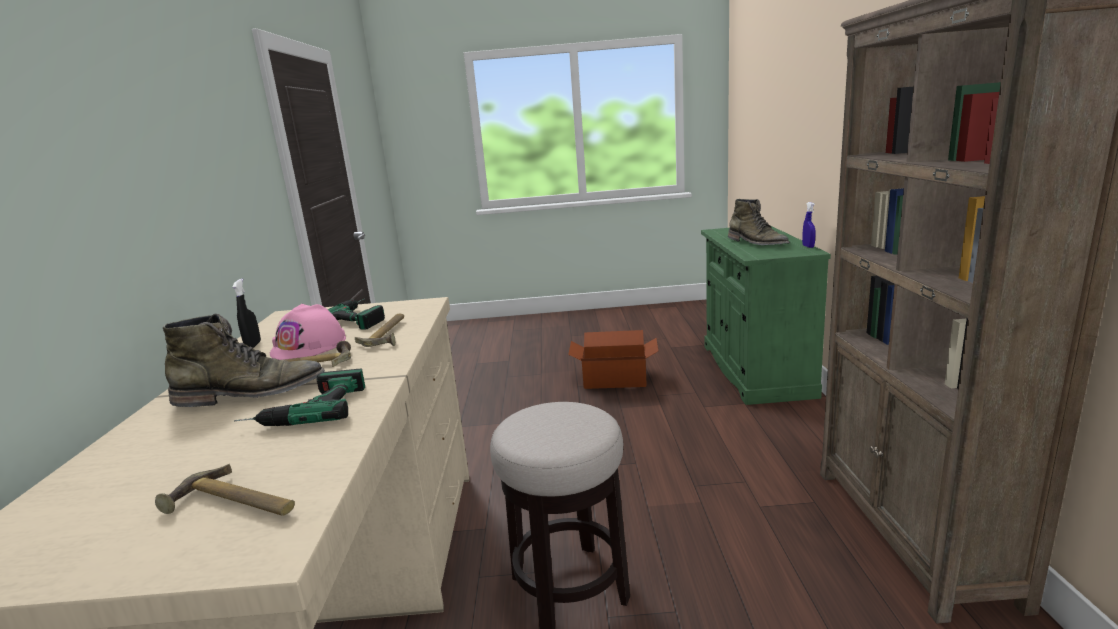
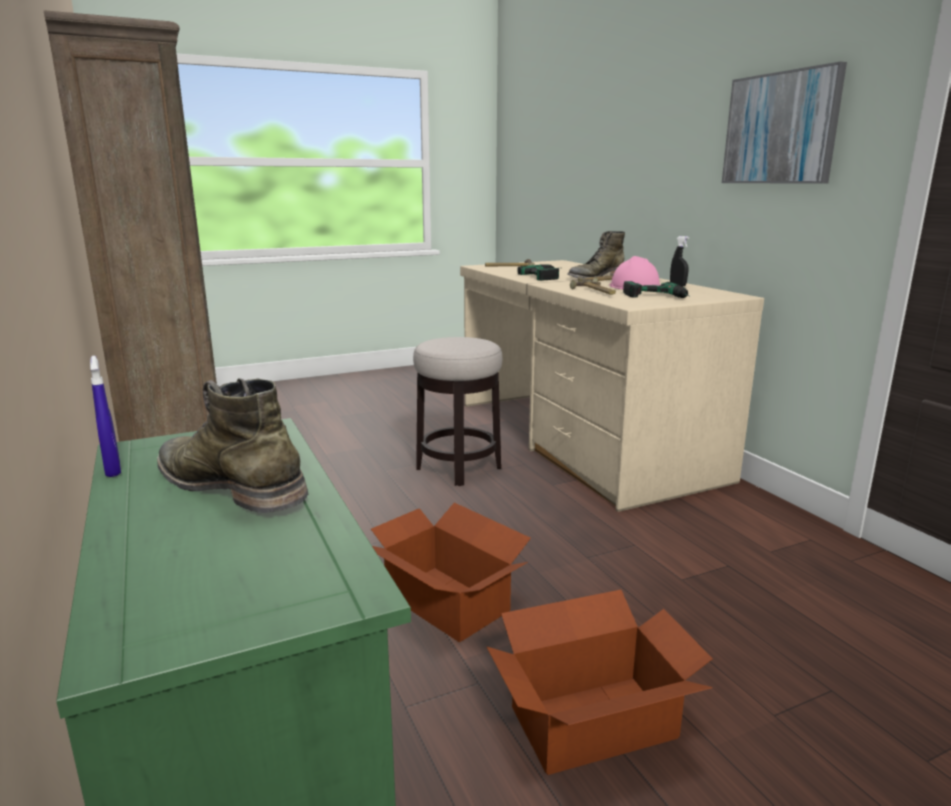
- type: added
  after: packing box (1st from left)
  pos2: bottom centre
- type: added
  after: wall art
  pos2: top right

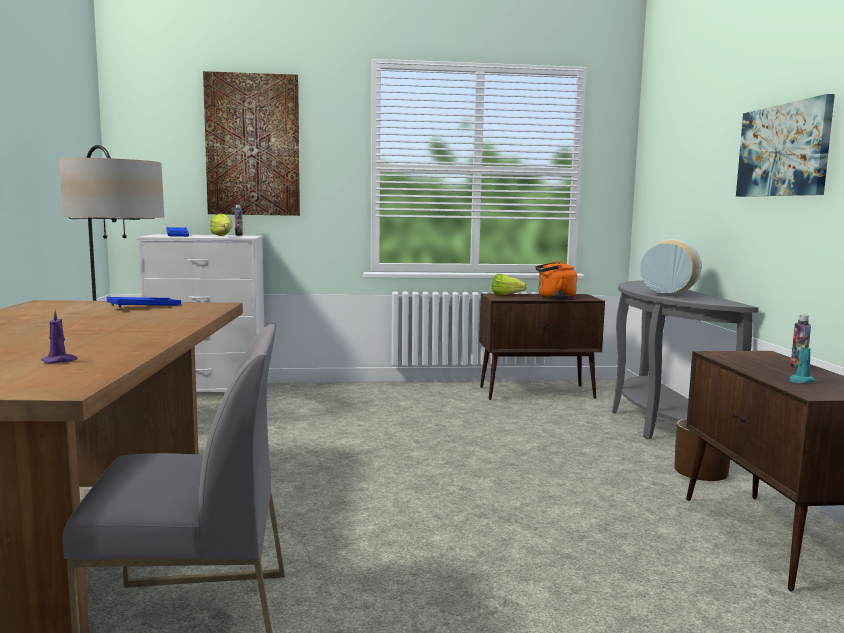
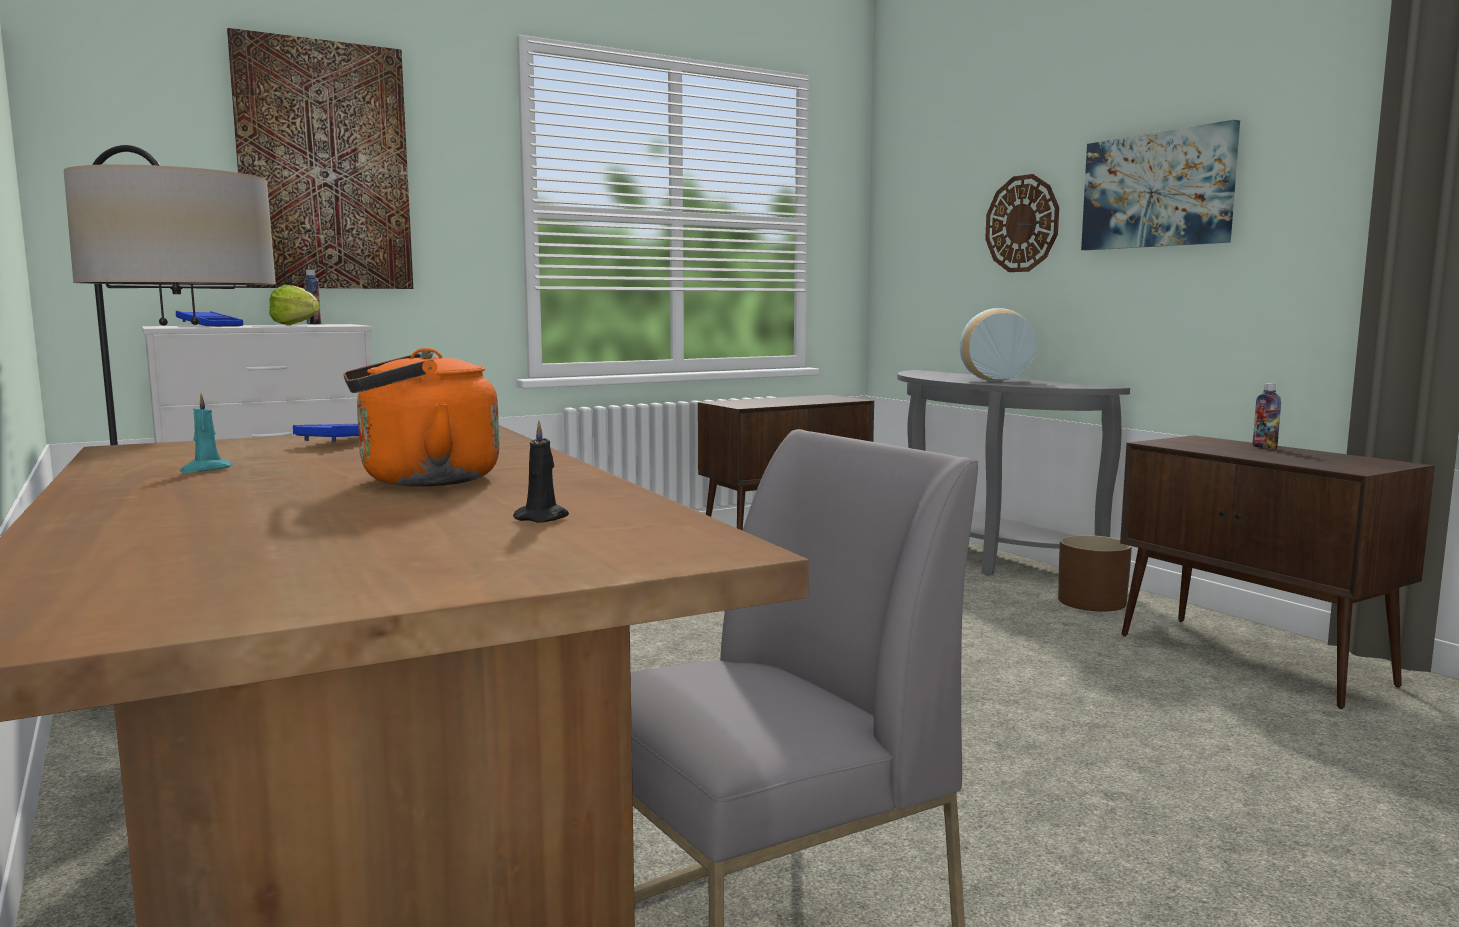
- type: removed
  before: lettuce head (2nd from left)
  pos1: centre
- type: added
  after: wall clock
  pos2: top right
- type: moved
  before: orange tea kettle
  pos1: centre
  pos2: middle left
- type: moved
  before: turquoise-coloured candle
  pos1: middle right
  pos2: middle left
- type: recoloured
  before: purple candle
  after: blackish candle
  pos1: middle left
  pos2: centre

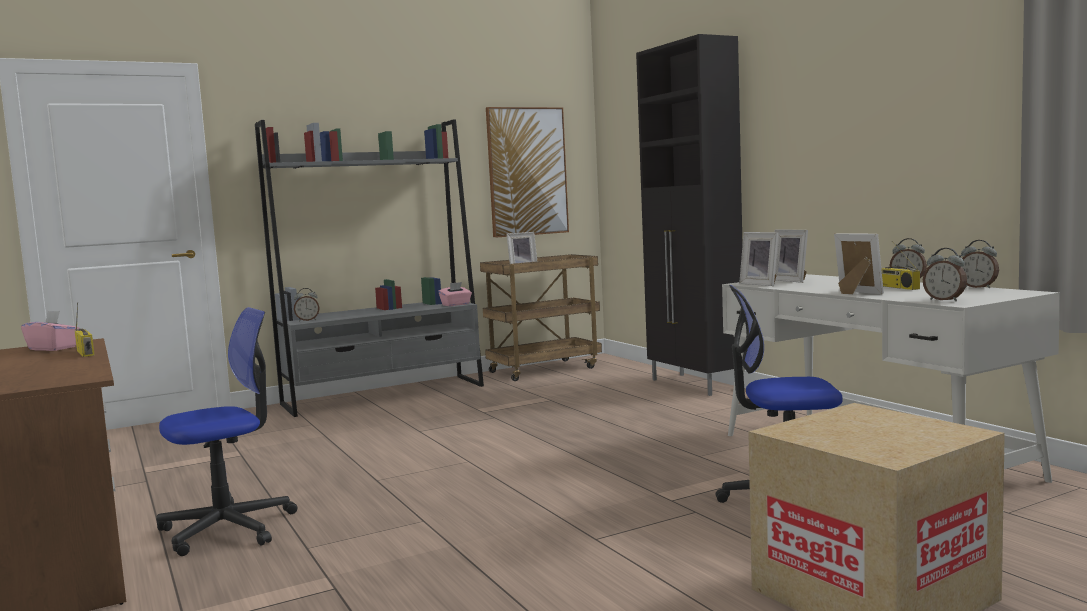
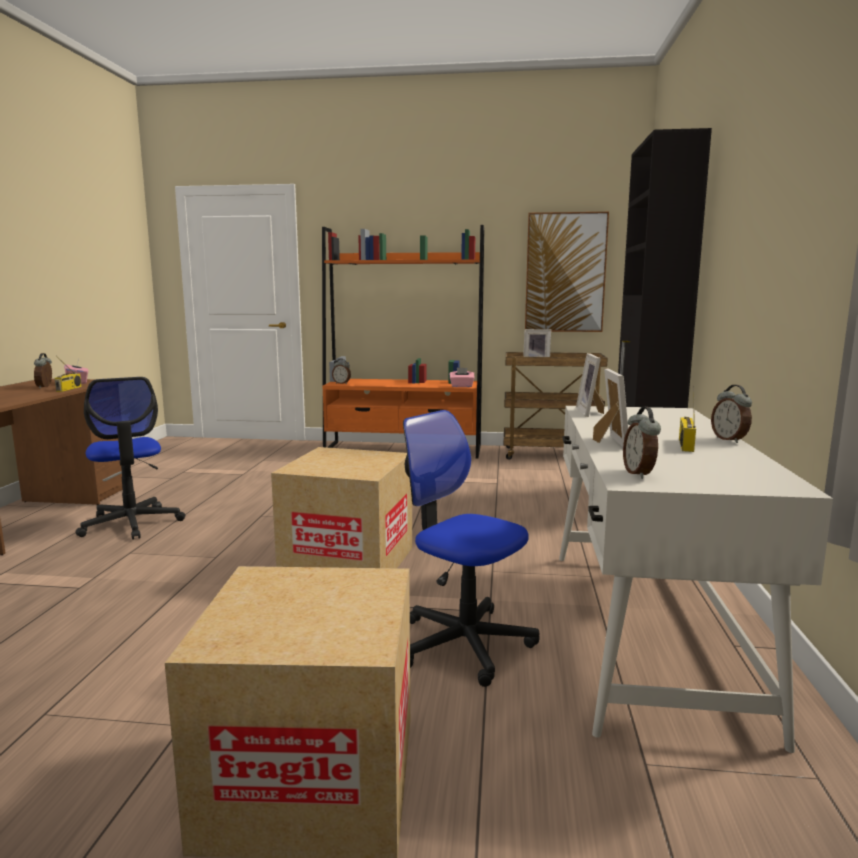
- type: removed
  before: standing frame (3rd from left)
  pos1: middle right
- type: added
  after: packing box (2nd from left)
  pos2: centre
- type: moved
  before: table clock (4th from left in the first image)
  after: table clock (1st from left)
  pos1: middle right
  pos2: middle left
- type: recoloured
  before: greyish shelving unit
  after: orange shelving unit
  pos1: centre
  pos2: centre
- type: turned
  before: computer chair (1st from left)
  pos1: bottom left
  pos2: middle left
  turn: 60

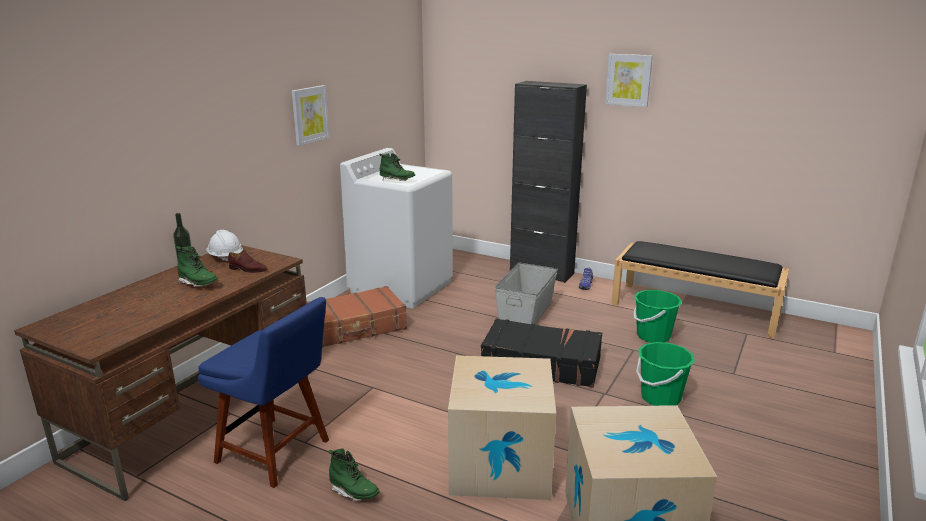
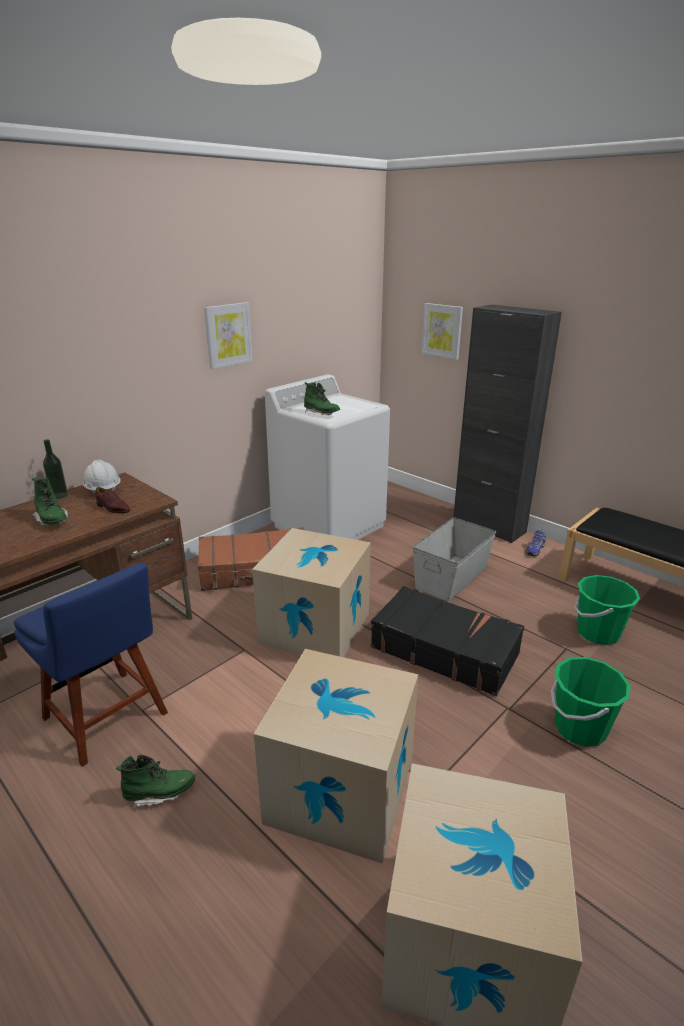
- type: added
  after: packing box (1st from left)
  pos2: centre
- type: moved
  before: wall art (2nd from left)
  pos1: top right
  pos2: top centre
- type: turned
  before: green-coloured high-top boot (2nd from left)
  pos1: bottom centre
  pos2: bottom left
  turn: -60

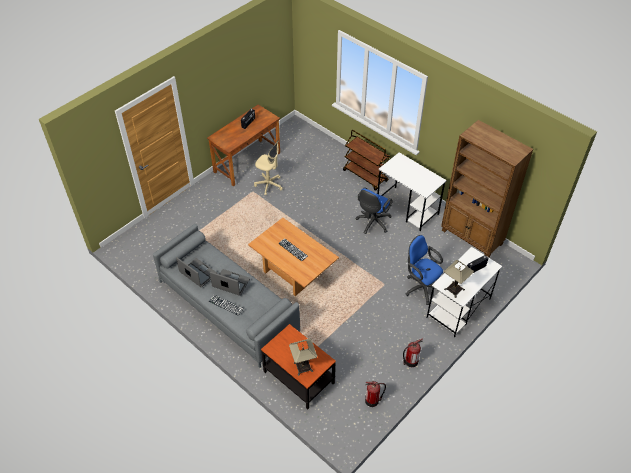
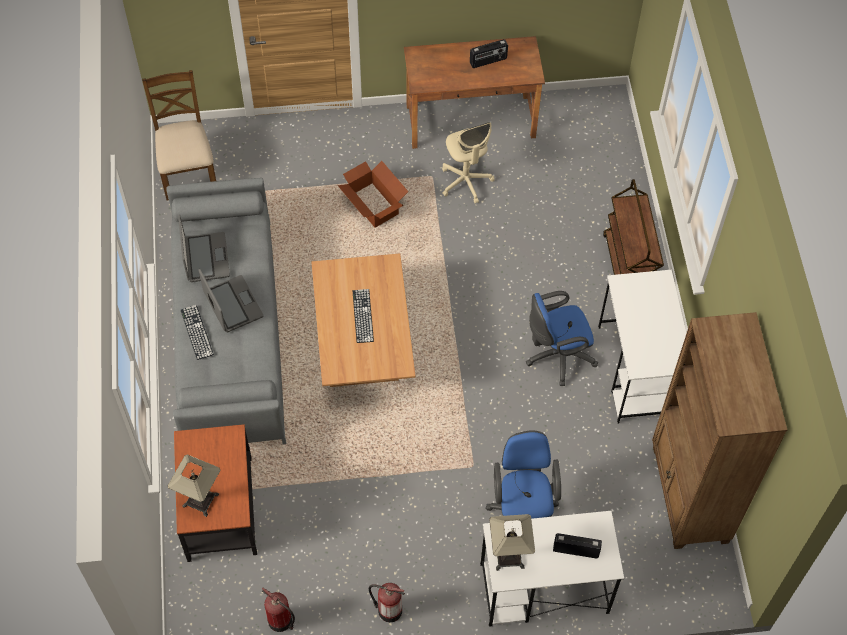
- type: added
  after: brownish plain chair
  pos2: top left
- type: added
  after: packing box
  pos2: top centre

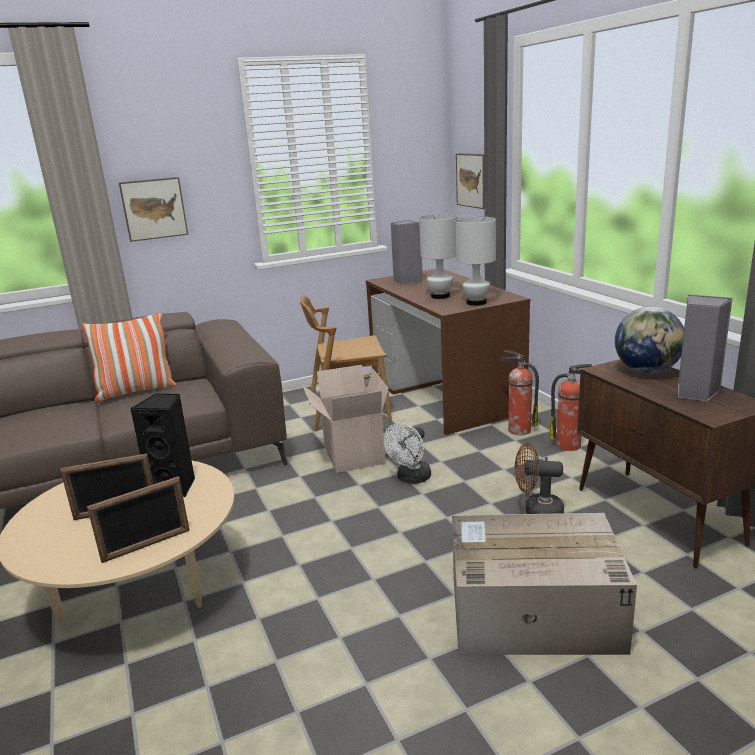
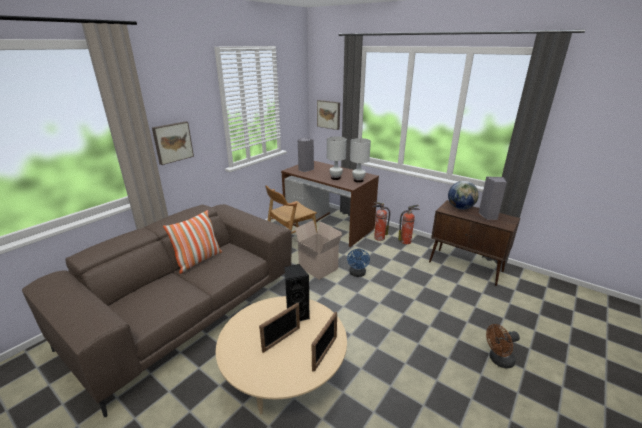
- type: removed
  before: packing box (2nd from left)
  pos1: bottom right
- type: moved
  before: brownish cooling fan
  pos1: middle right
  pos2: bottom right
- type: recoloured
  before: white-coloured cooling fan
  after: blue cooling fan
  pos1: centre
  pos2: centre

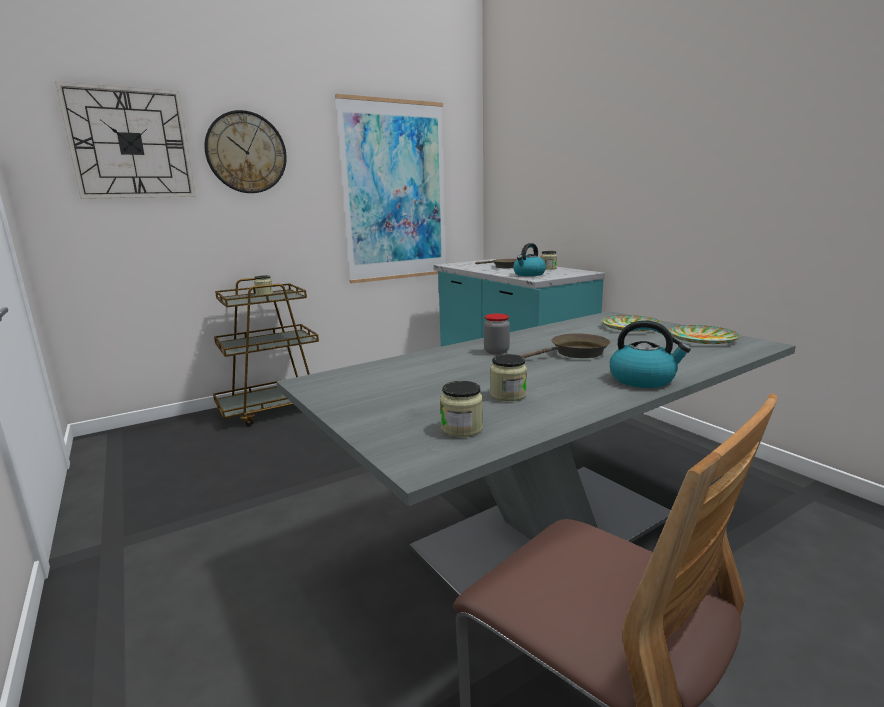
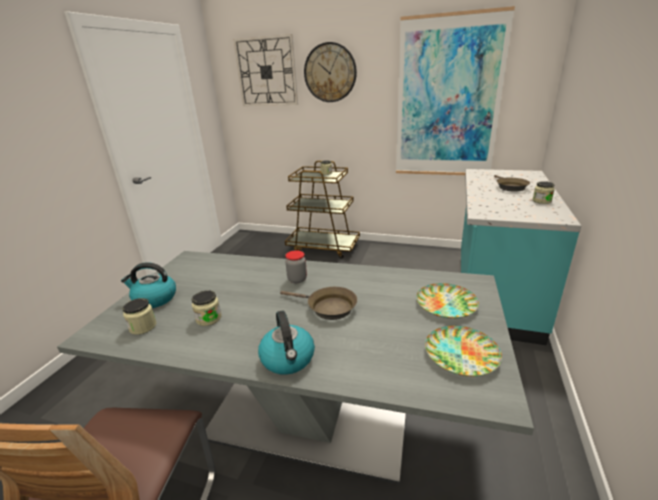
- type: moved
  before: tea kettle (1st from left)
  pos1: centre
  pos2: middle left

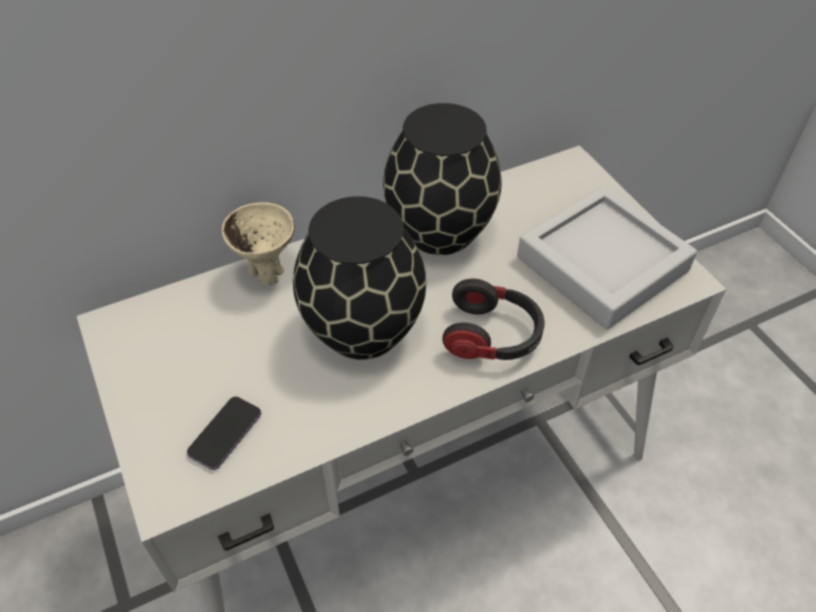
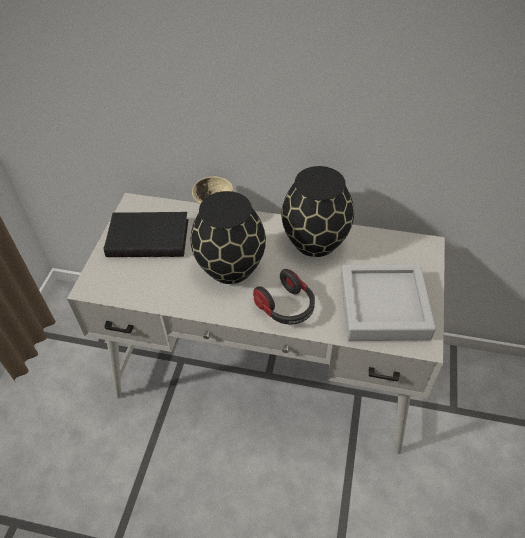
- type: removed
  before: handset
  pos1: bottom left
- type: added
  after: blackish volume
  pos2: middle left

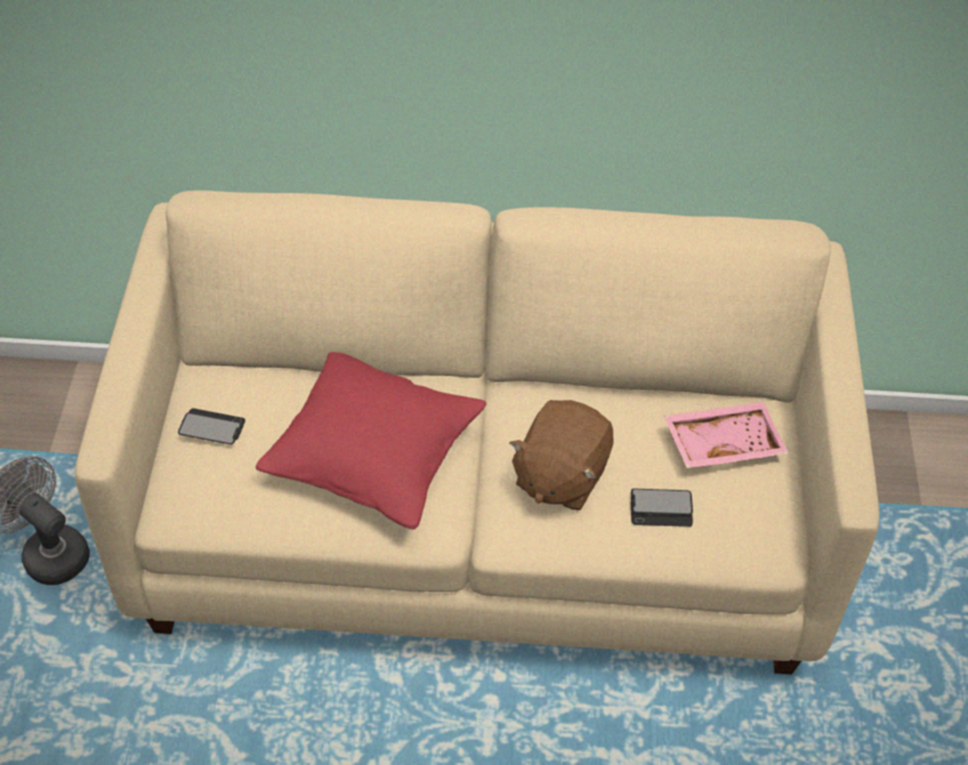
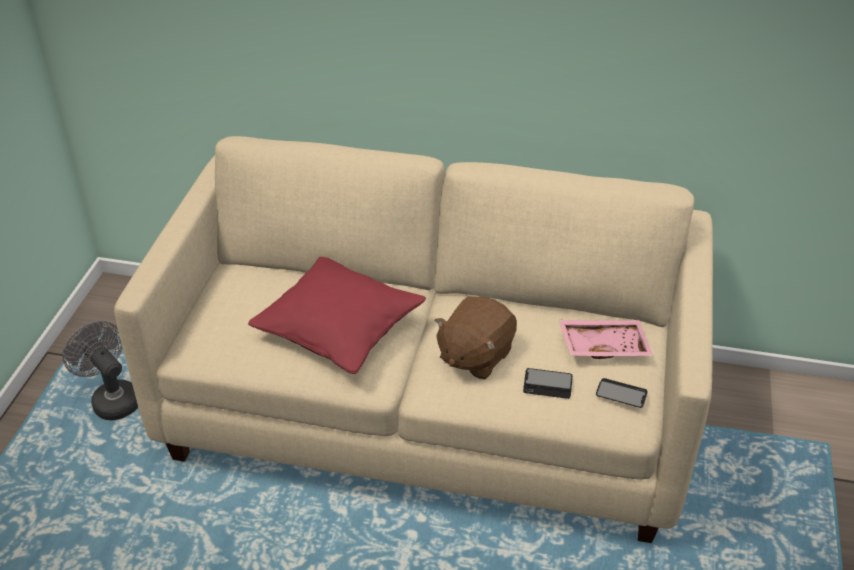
- type: moved
  before: handset (1st from left in the first image)
  after: handset (2nd from left)
  pos1: middle left
  pos2: bottom right

